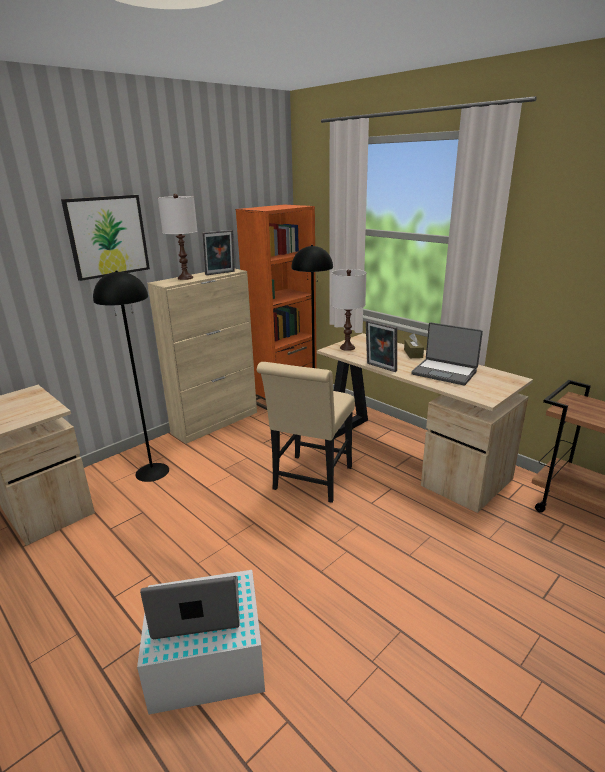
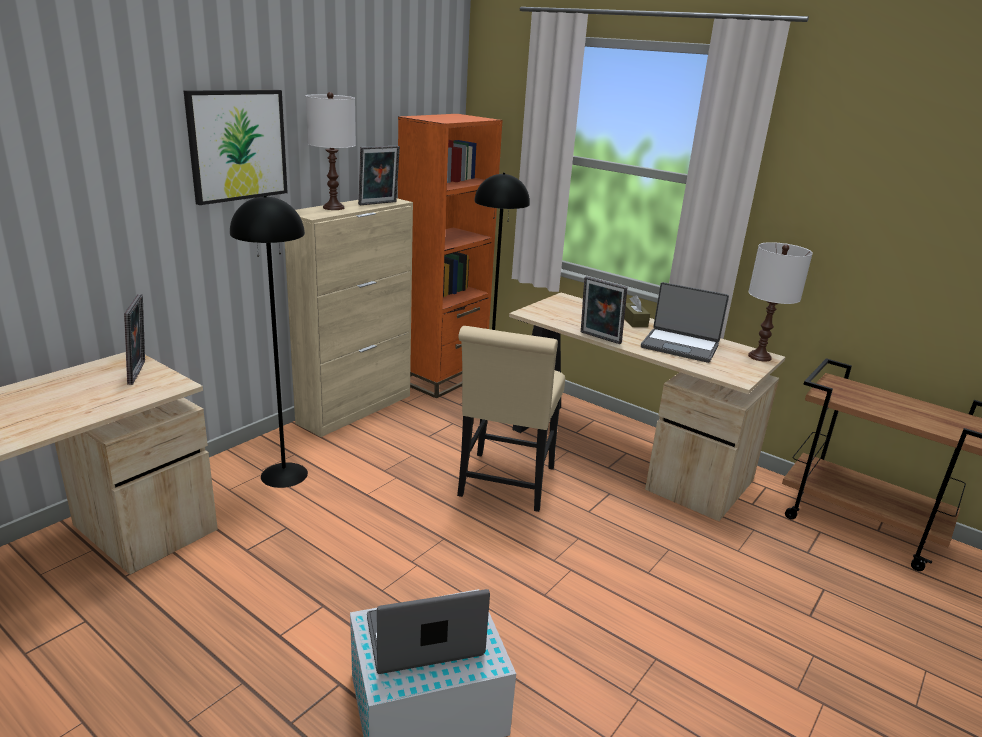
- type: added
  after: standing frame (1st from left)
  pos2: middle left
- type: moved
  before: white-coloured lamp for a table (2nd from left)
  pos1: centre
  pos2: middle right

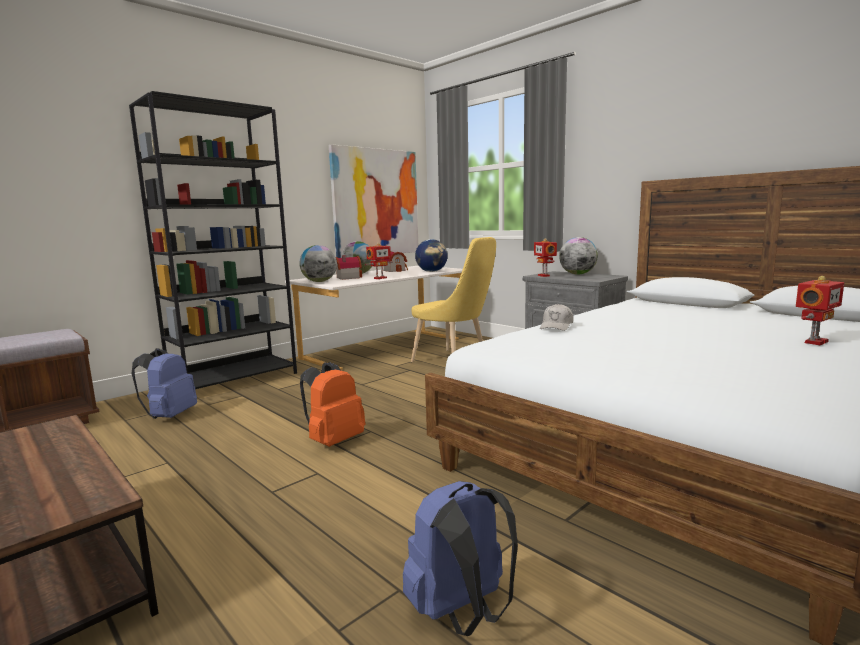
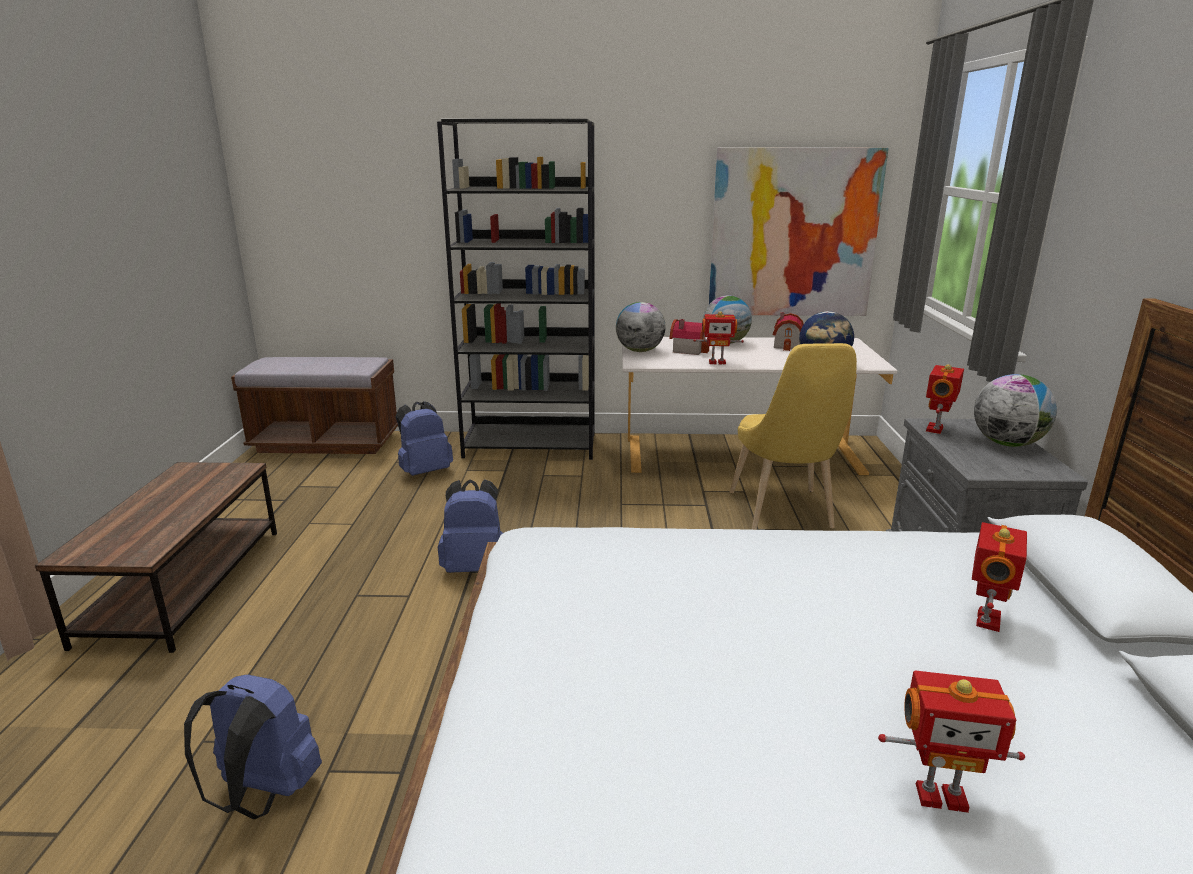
- type: removed
  before: white-coloured peaked cap
  pos1: centre
- type: added
  after: toy robot (4th from left)
  pos2: middle right
- type: recoloured
  before: orange rucksack
  after: blue rucksack (3rd from left)
  pos1: centre
  pos2: centre

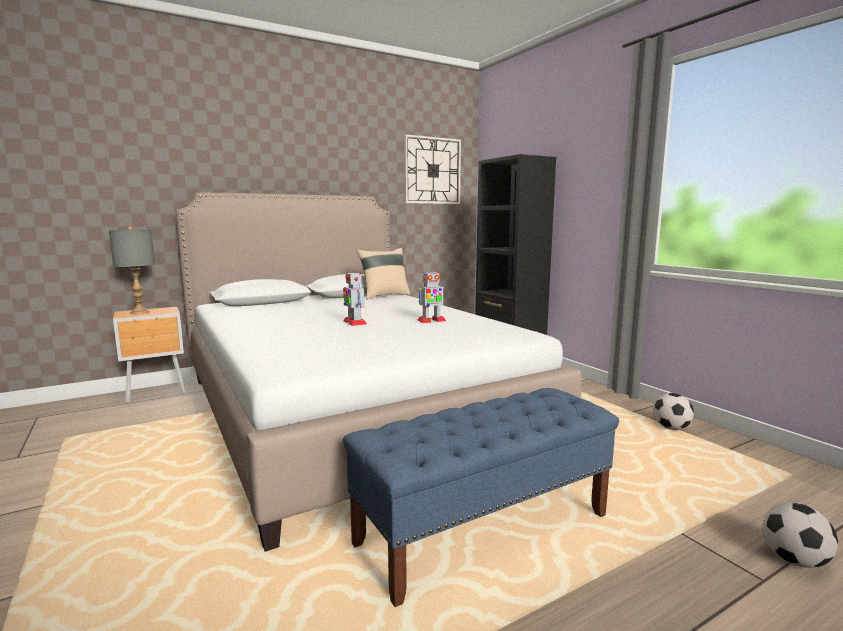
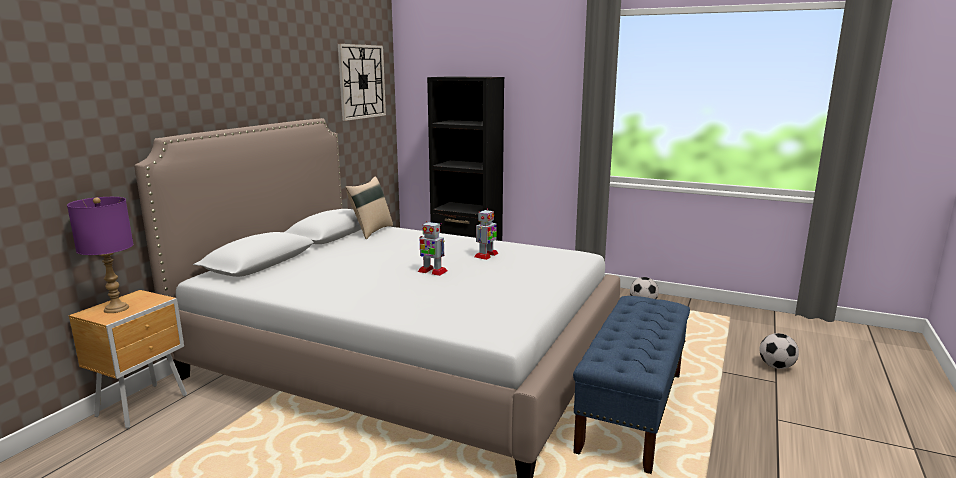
- type: recoloured
  before: greyish lamp for a table
  after: purple lamp for a table
  pos1: middle left
  pos2: middle left

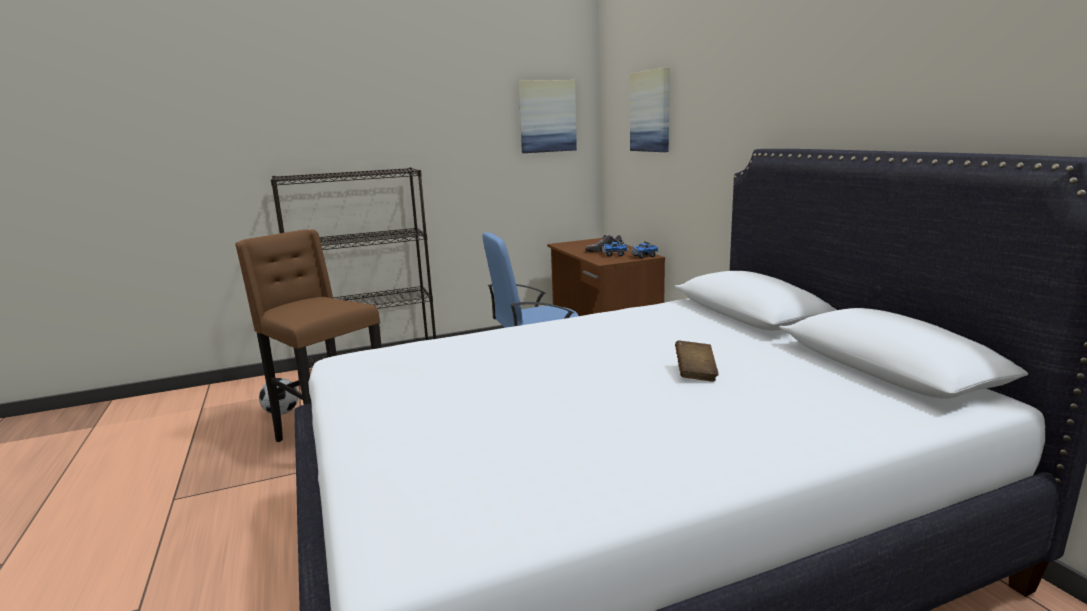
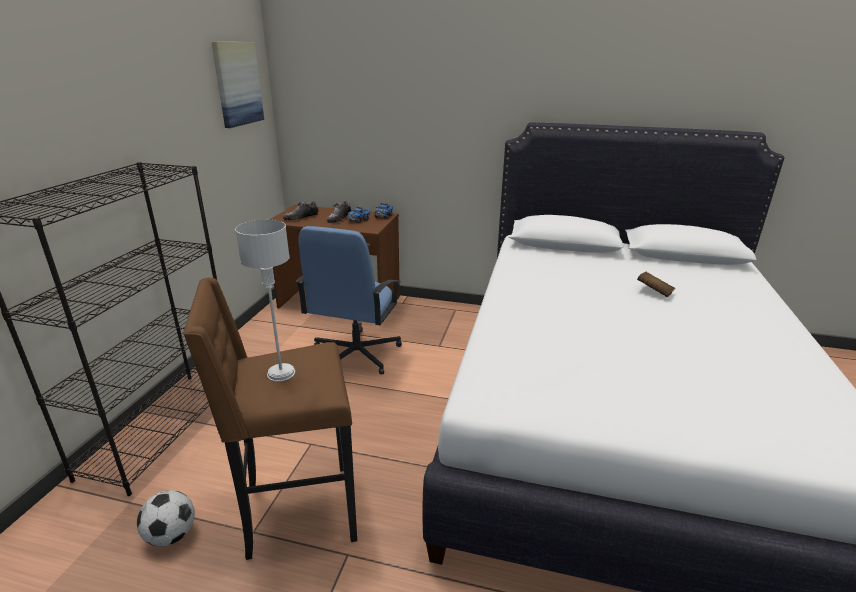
- type: removed
  before: wall art (2nd from left)
  pos1: top centre
- type: added
  after: greyish lamp for a table
  pos2: middle left
- type: added
  after: low shoe (1st from left)
  pos2: centre

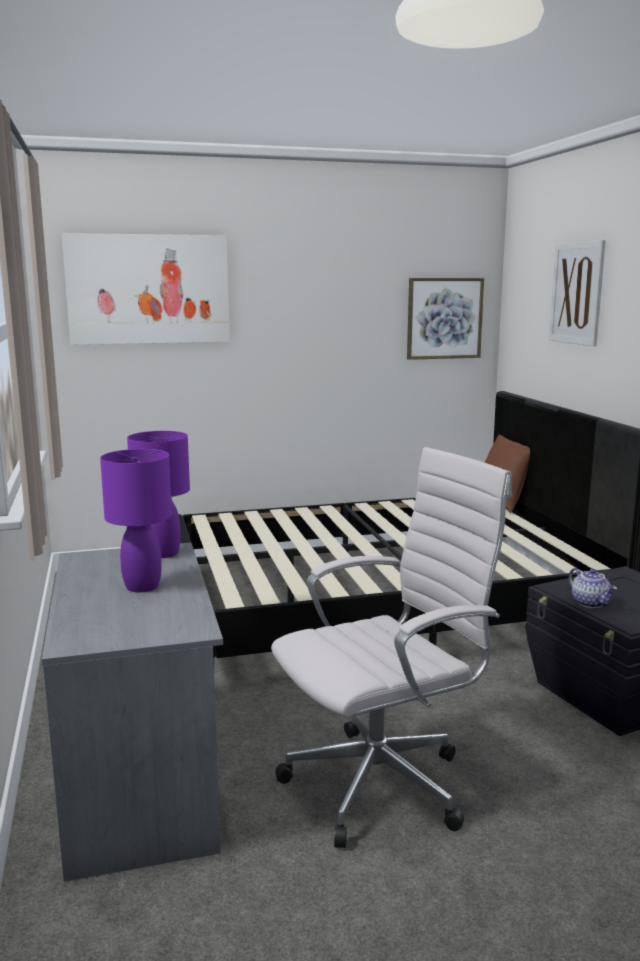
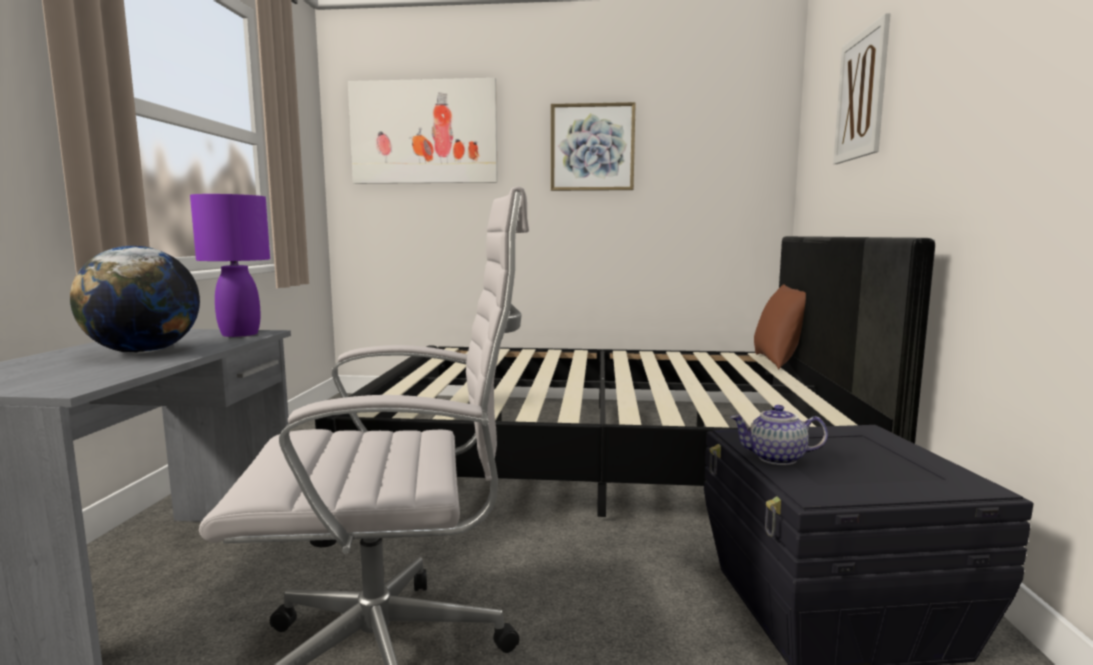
- type: moved
  before: wall art (2nd from left)
  pos1: top right
  pos2: top centre
- type: replaced
  before: purple lamp for a table (1st from left)
  after: globe
  pos1: middle left
  pos2: middle left
- type: turned
  before: tea pot
  pos1: middle right
  pos2: middle right
  turn: 105

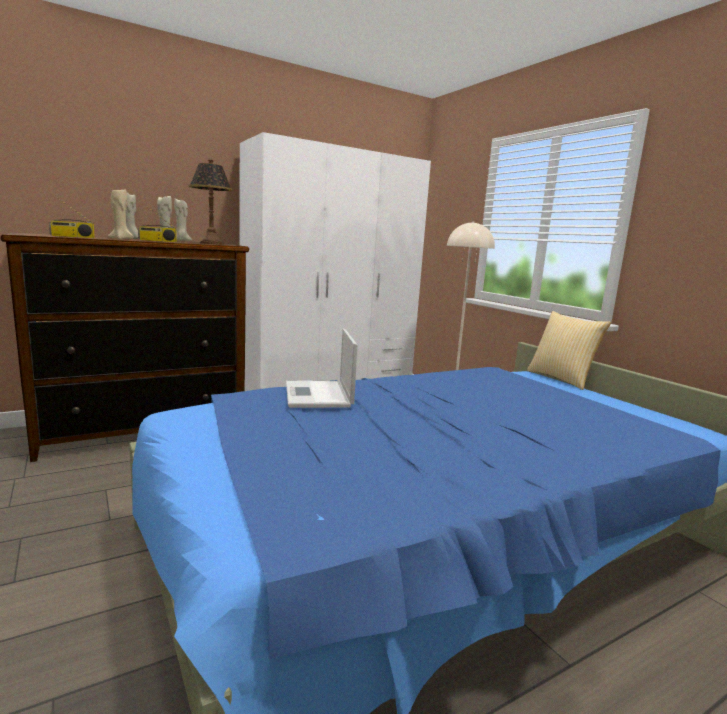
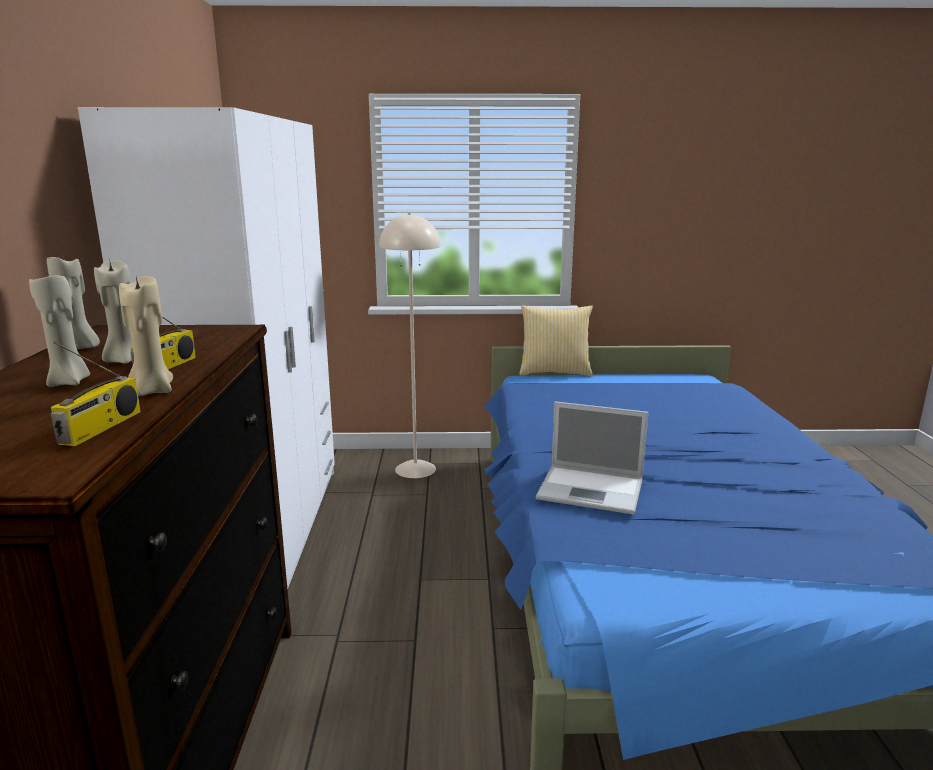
- type: removed
  before: lamp for a table
  pos1: top left

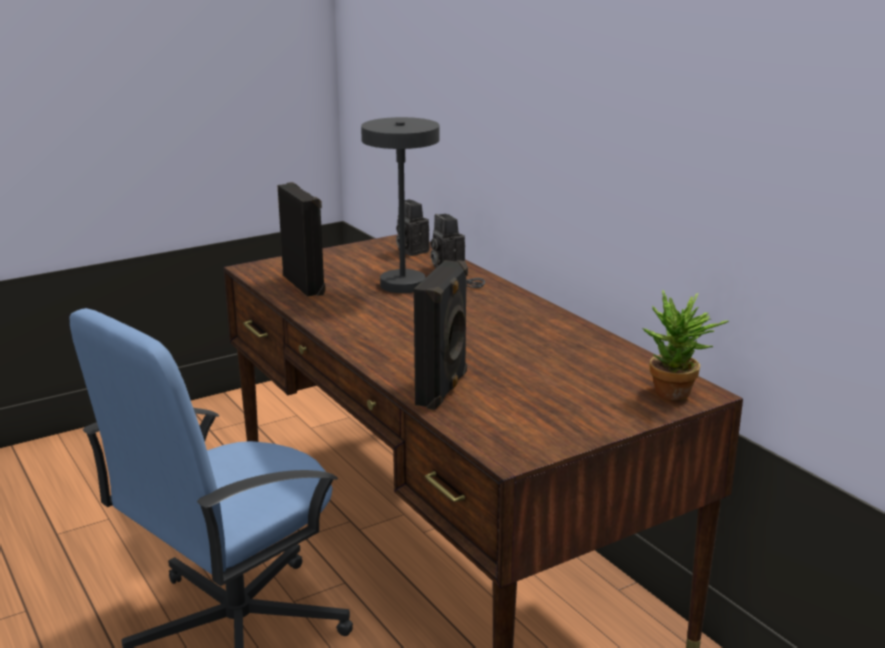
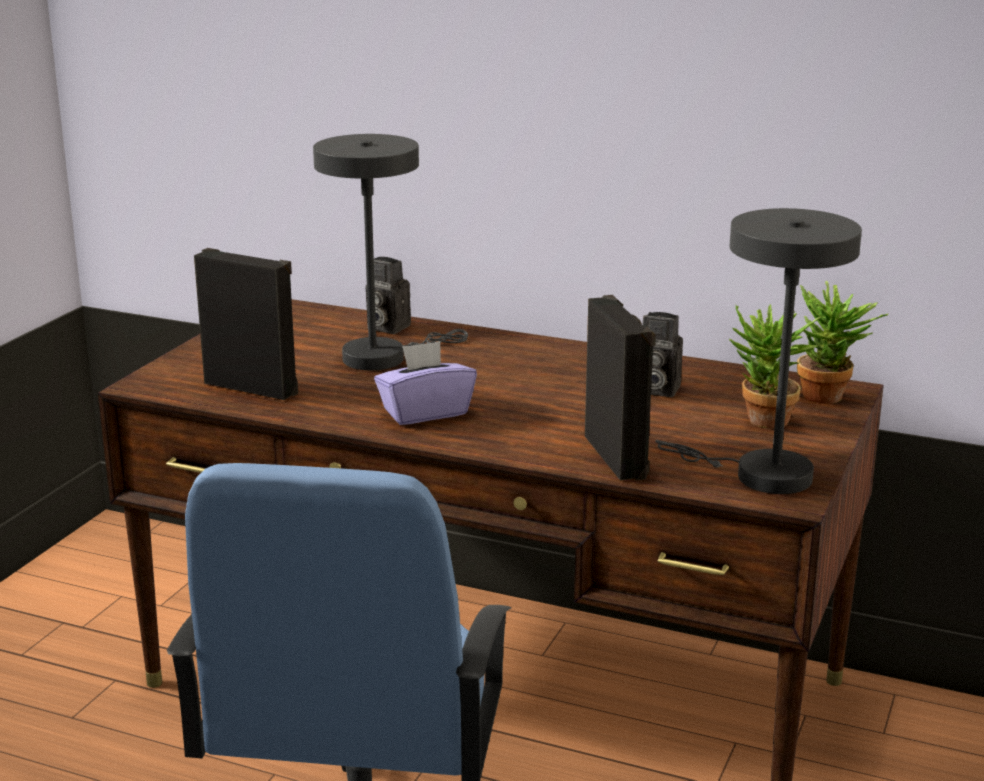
- type: added
  after: purple box of tissues
  pos2: centre
- type: added
  after: greyish lamp for a table (2nd from left)
  pos2: middle right
- type: added
  after: potted plant (1st from left)
  pos2: middle right
- type: moved
  before: still camera (1st from left in the first image)
  after: still camera (2nd from left)
  pos1: centre
  pos2: middle right

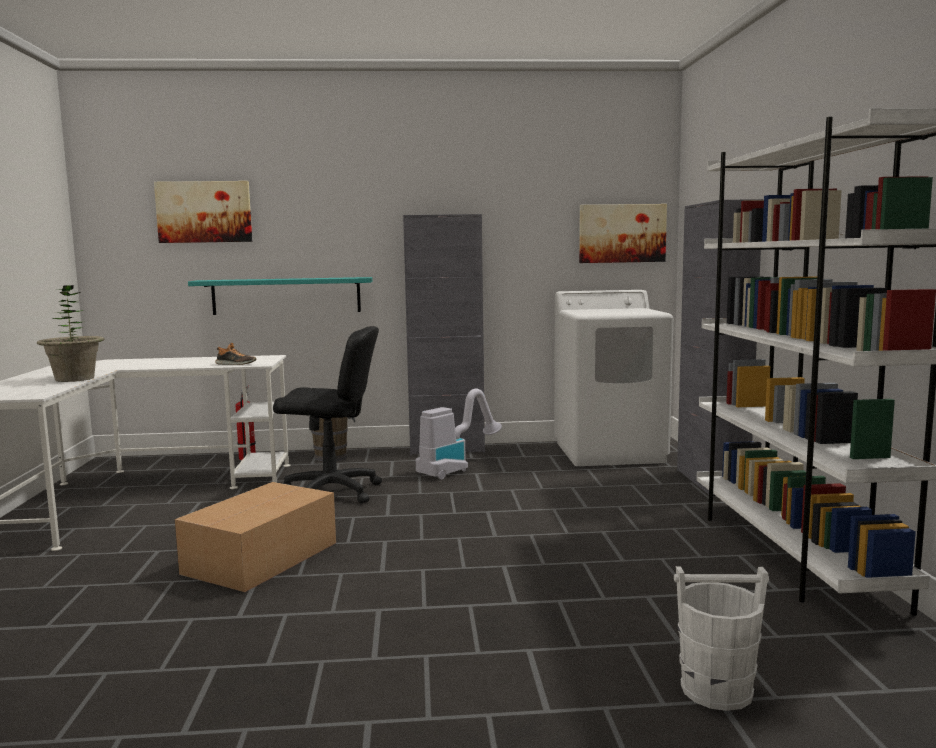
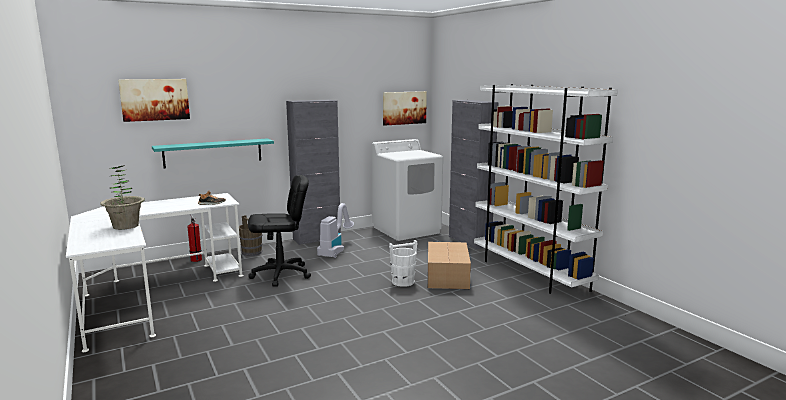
- type: moved
  before: packing box
  pos1: bottom left
  pos2: centre
- type: moved
  before: white-coloured bucket
  pos1: bottom right
  pos2: centre

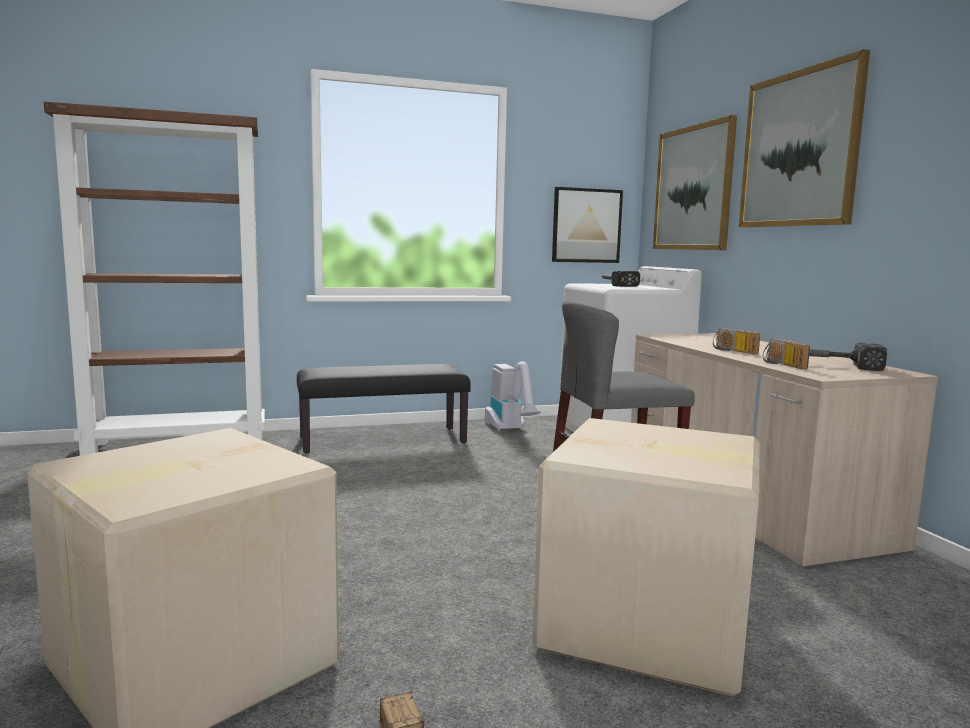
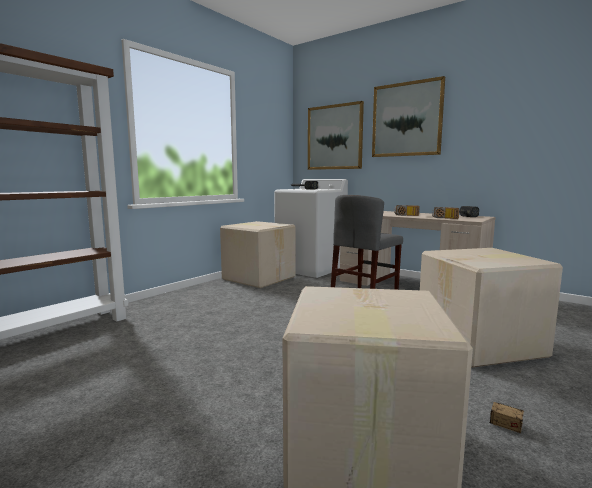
- type: removed
  before: blackish long seat
  pos1: centre
- type: removed
  before: wall art (1st from left)
  pos1: top centre
- type: replaced
  before: vacuum cleaner
  after: packing box (1st from left)
  pos1: centre
  pos2: centre

